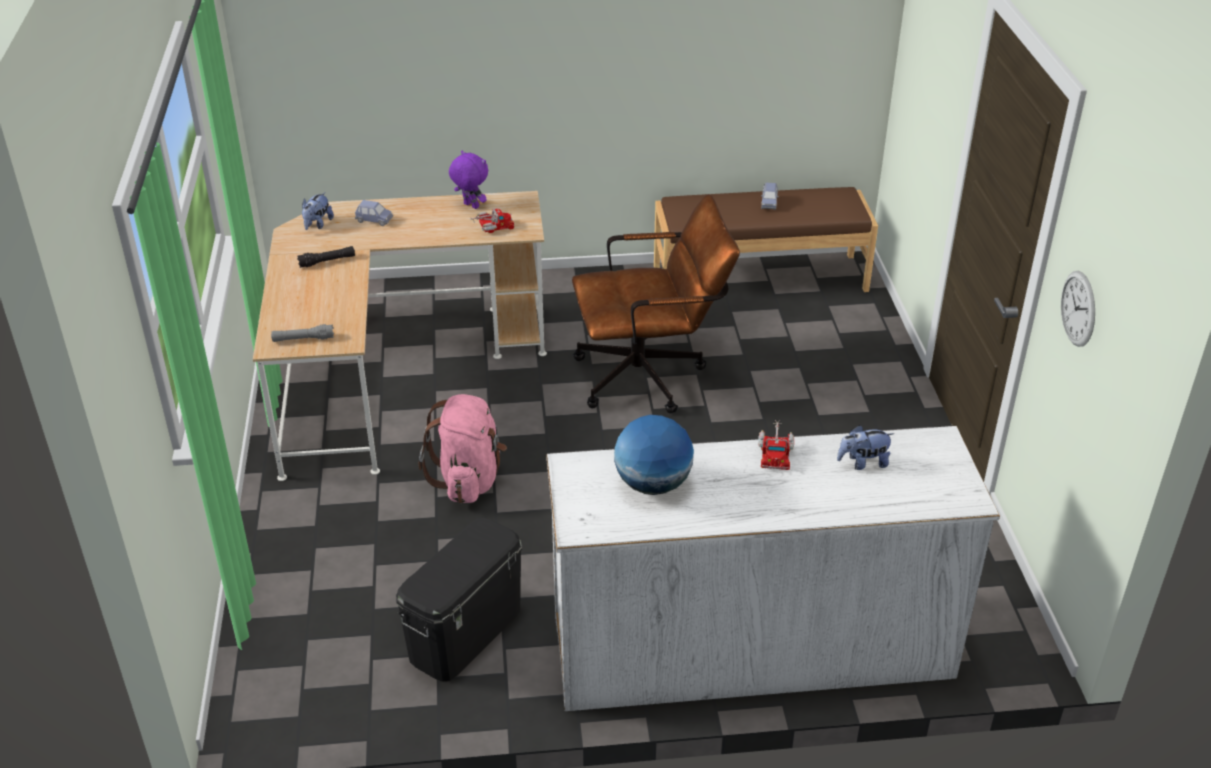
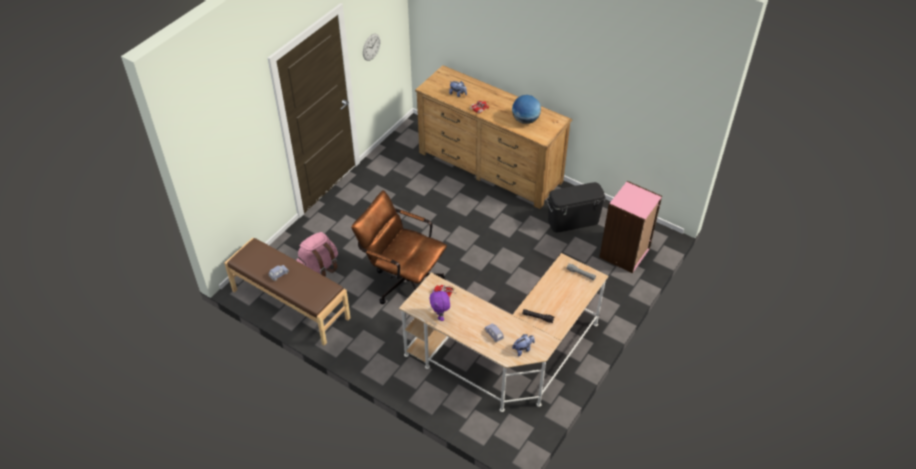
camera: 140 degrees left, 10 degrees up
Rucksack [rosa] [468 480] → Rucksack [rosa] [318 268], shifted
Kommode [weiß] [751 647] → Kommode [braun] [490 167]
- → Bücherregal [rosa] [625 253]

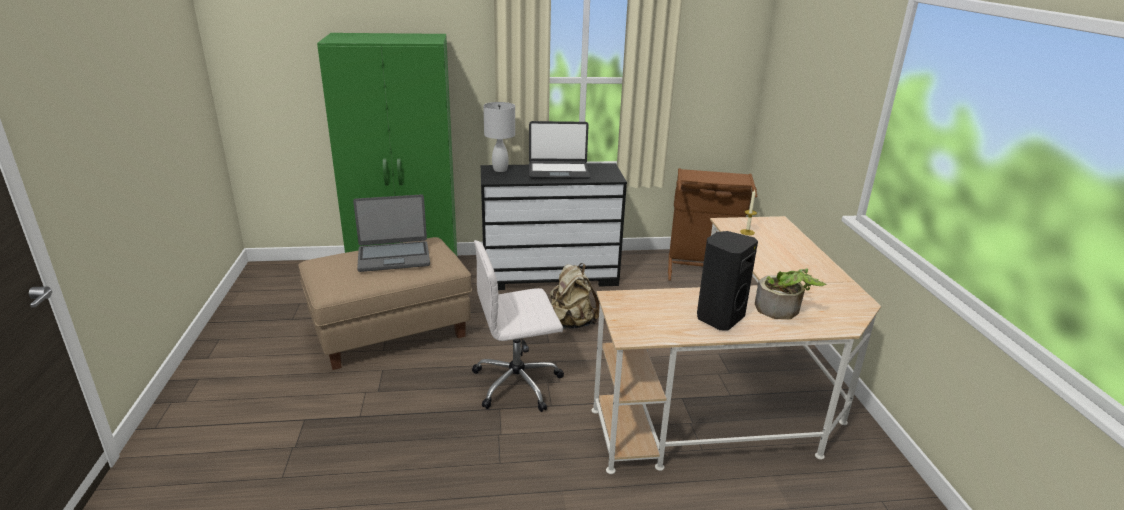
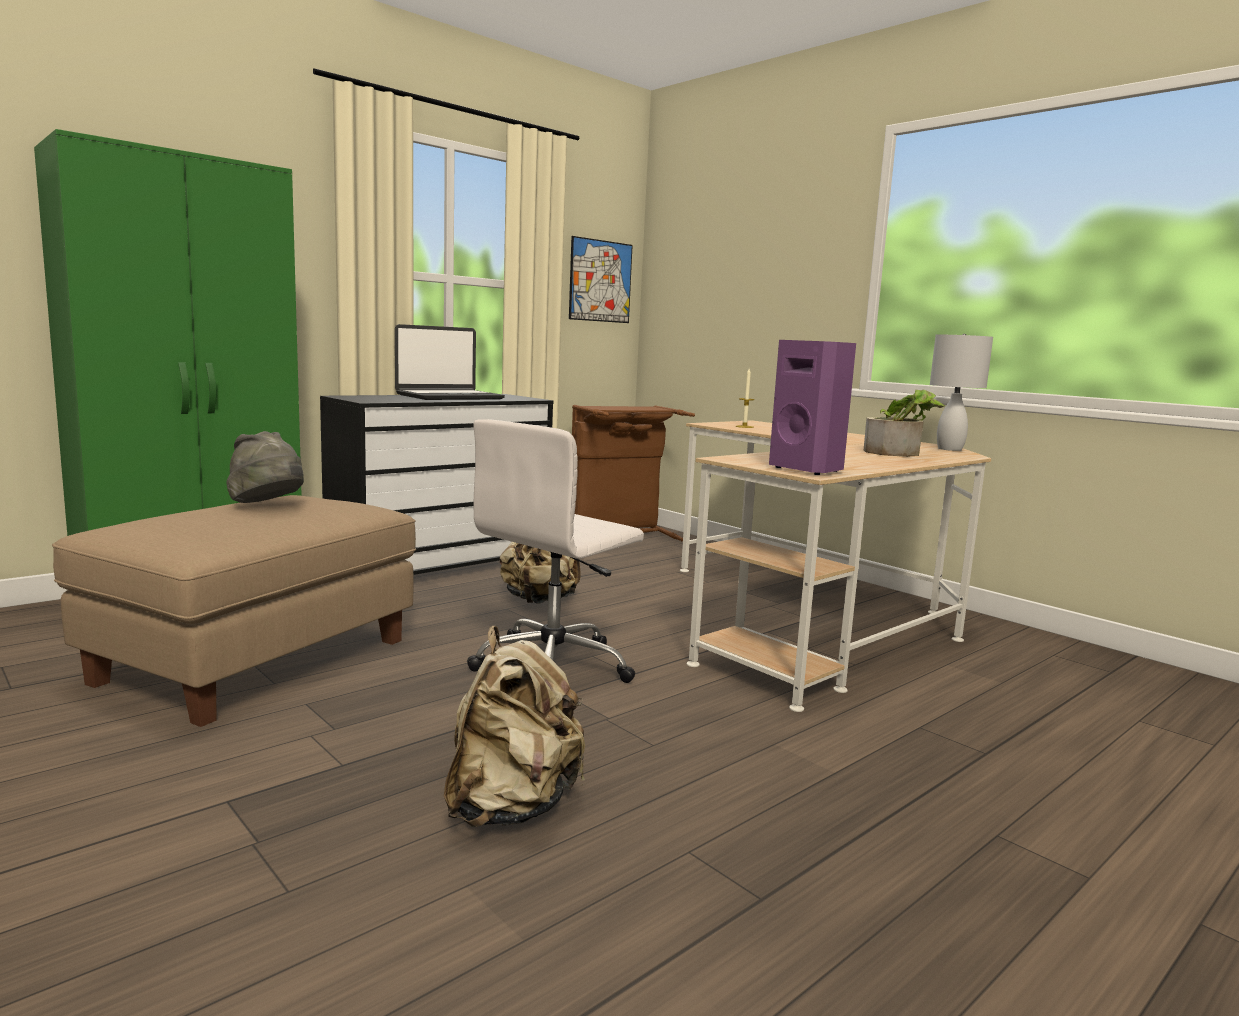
camera: 35 degrees left, 15 degrees down
Laptop [394 257] → Hut [grau] [268 506]
Tischlampe [weiß] [499 170] → Tischlampe [weiß] [949 449], shifted
Lautsprecher [schwarz] [718 317] → -
- → Rucksack [beige] [511 806]
- → Bild [600 281]
- → Lautsprecher [lila] [808 469]

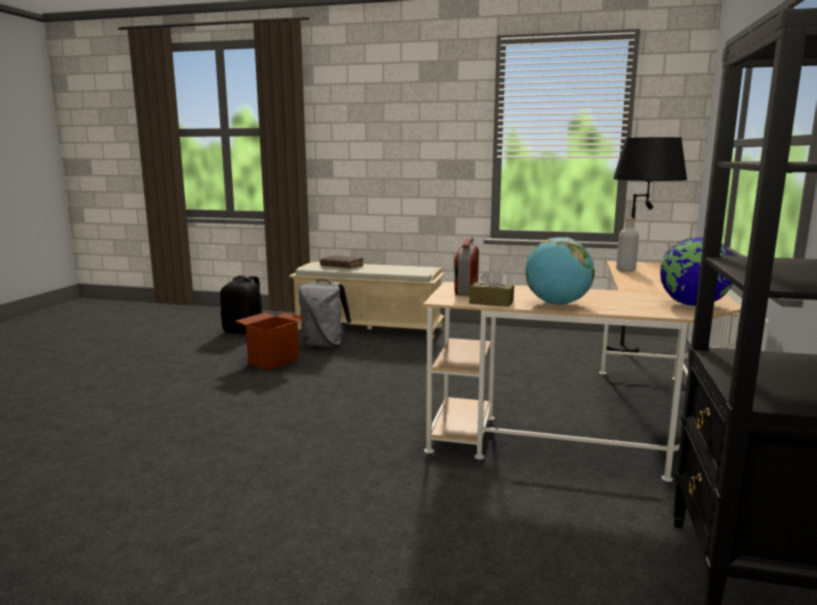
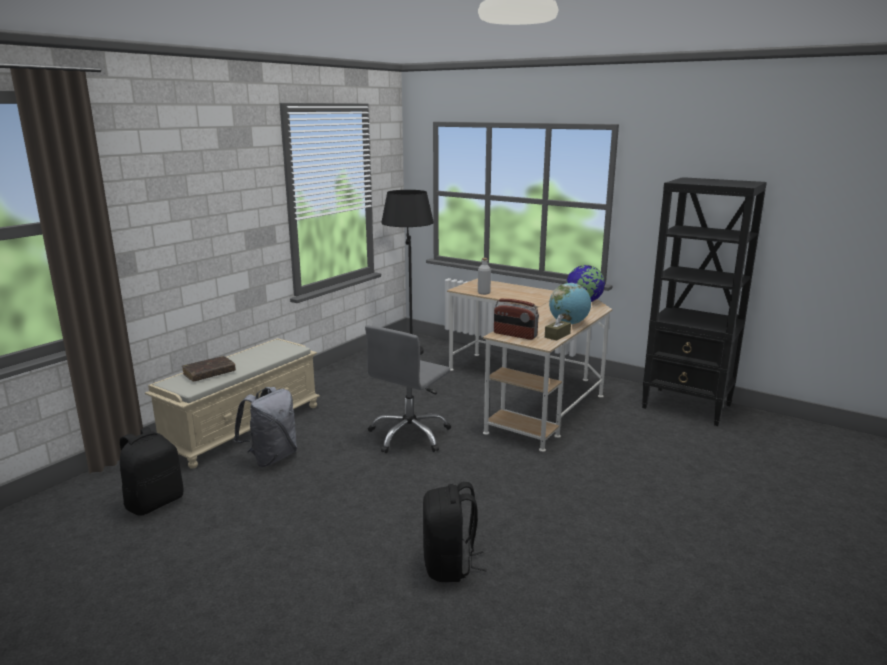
camera: 70 degrees left, 5 degrees up
Karton [274 361] → -
- → Bürostuhl [grau] [409 435]
- → Rucksack [schwarz] [449 565]

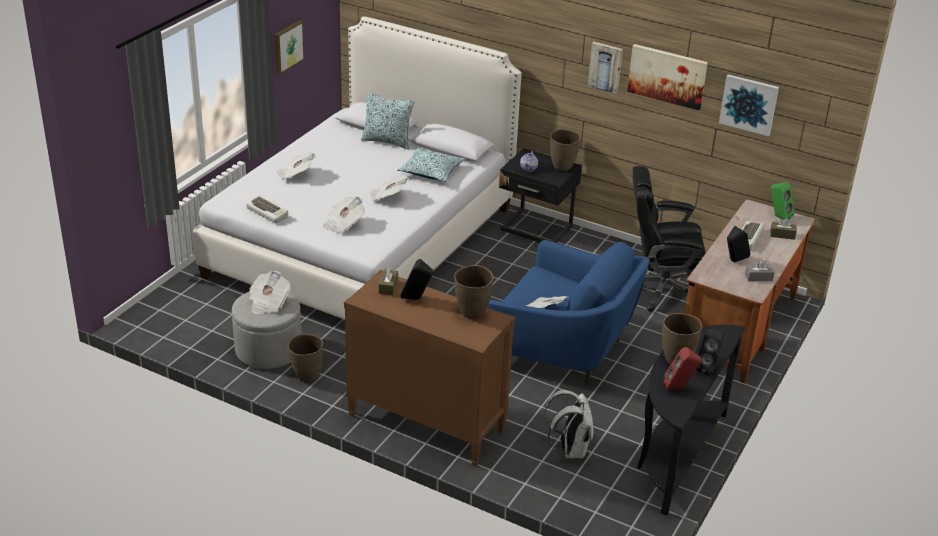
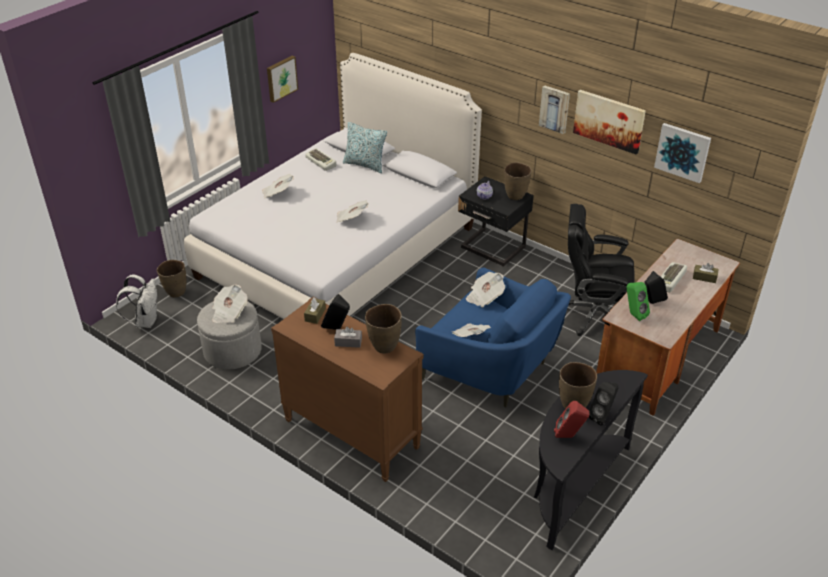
camera: 10 degrees right, 5 degrees up
Tastatur [268 212] → Tastatur [322 162], shifted
Vase [braun] [307 376] → Vase [braun] [176 292], shifted
Zeitung [343 224] → Zeitung [484 297], shifted
Kissen [431 171] → -
Rucksack [weiß] [570 449] → Rucksack [weiß] [145 321], shifted
Taschentuchbox [grau] [758 277] → Taschentuchbox [grau] [348 342], shifted
Lautsprecher [grün] [778 217] → Lautsprecher [grün] [633 314], shifted

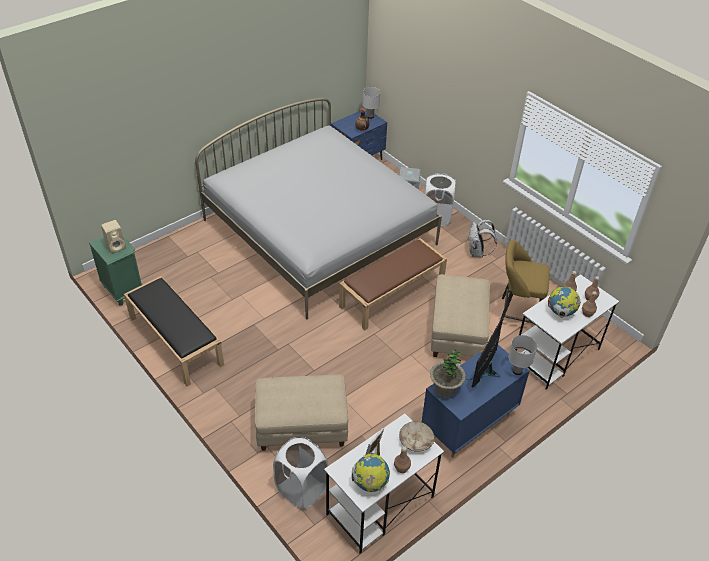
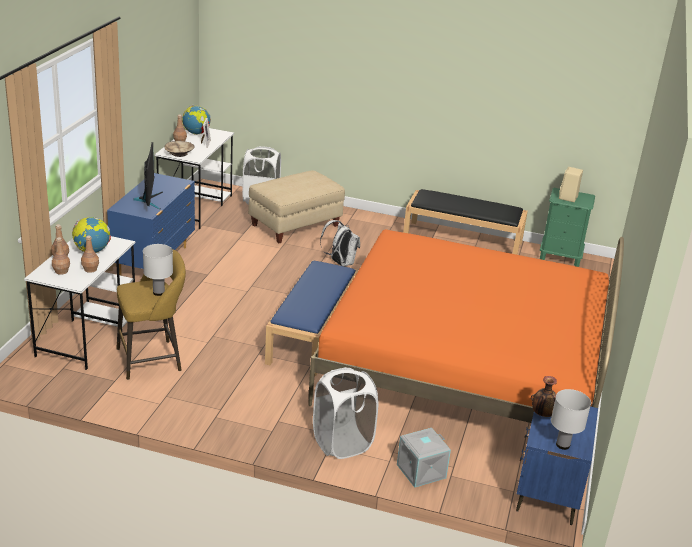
camera: 145 degrees right, 15 degrees down
Bett [weiß] [319 232] → Bett [orange] [465 367]
Bank [braun] [392 294] → Bank [blau] [313 333]
Topfpflanze [445 389] → -
Polsterhocker [beige] [458 332] → -
Rucksack [weiß] [477 253] → Rucksack [weiß] [340 263], shifted
Tischlampe [weiß] [517 371] → Tischlampe [weiß] [158 292], shifted

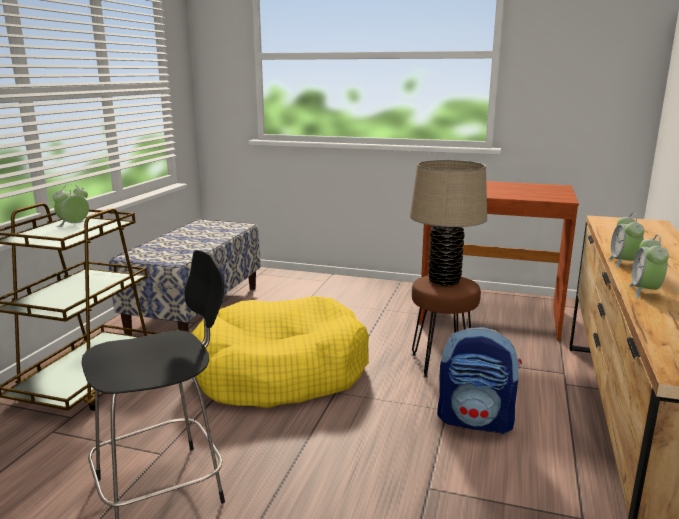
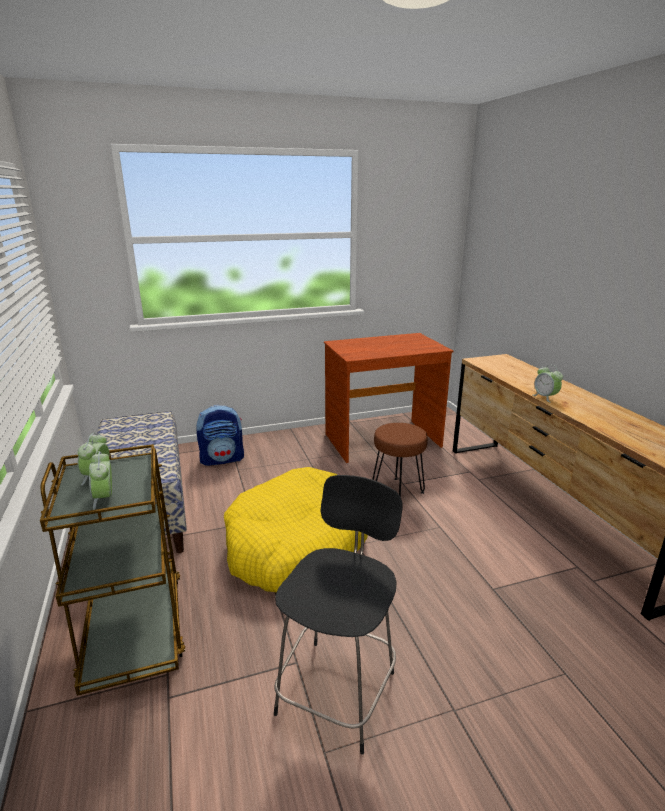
camera: 35 degrees left, 5 degrees up
Tischlampe [beige] [444 280] → -
Rucksack [476 420] → Rucksack [222 459], shifted
Wecker [645 291] → Wecker [104 498], shifted

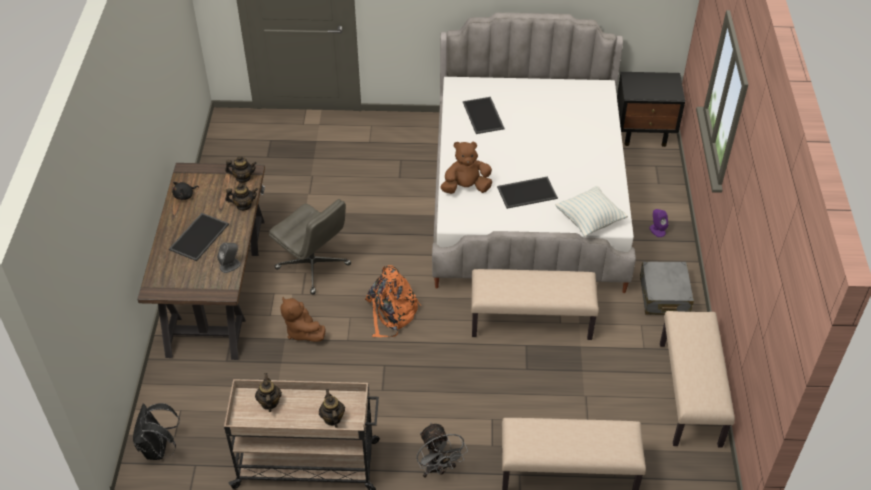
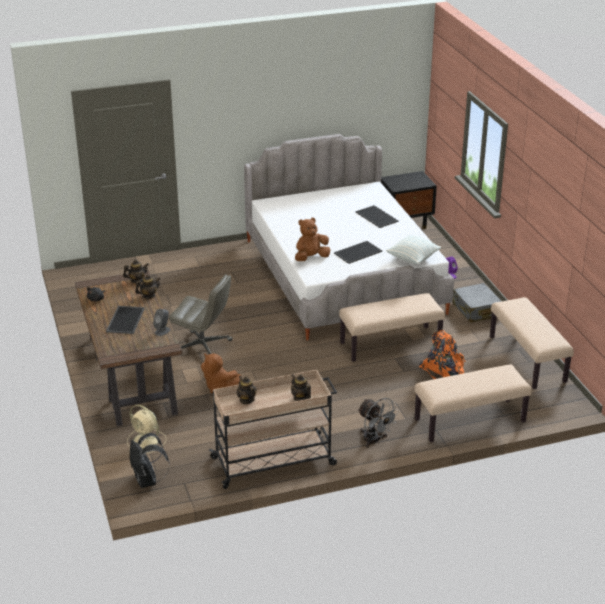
camera: 20 degrees left, 15 degrees down
Rucksack [orange] [391 313] → Rucksack [orange] [444 373], shifted
Tablett [484 116] → Tablett [377 217], shifted
- → Ventilator [beige] [146 441]

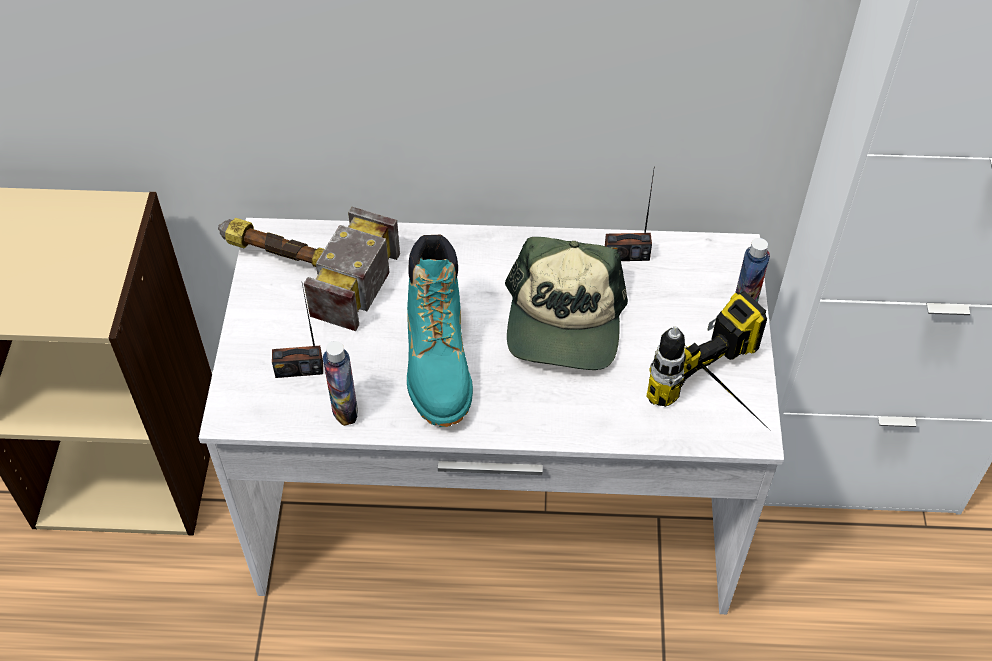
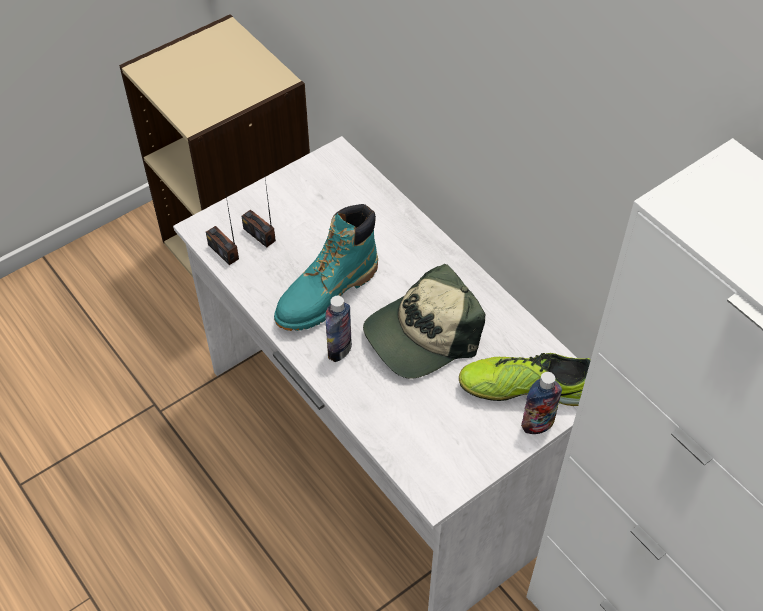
camera: 50 degrees right, 0 degrees up
Hammer [299 267] → -
Flasche [345 409] → Flasche [339 350], shifted
Radio [626 255] → Radio [223 251], shifted
Bohrmaschine [727 403] → -
- → Schuh [525 388]

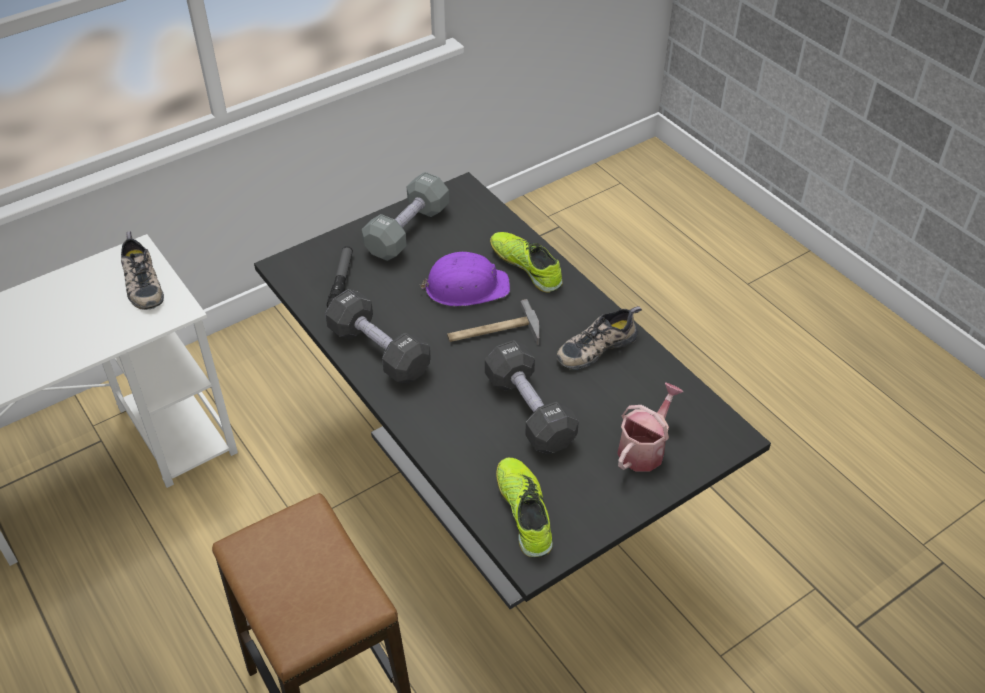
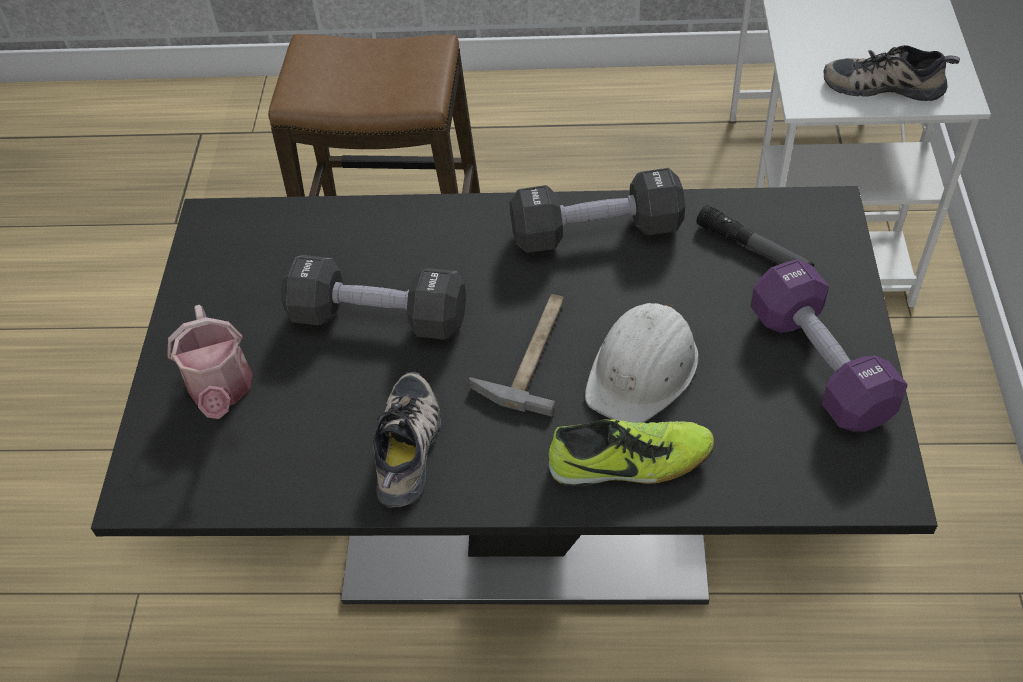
camera: 130 degrees right, 5 degrees up
Hantel [grau] [407 231] → Hantel [lila] [819 364]
Schutzhelm [lila] [466 287] → Schutzhelm [weiß] [643 370]
Schuh [524 511] → -

